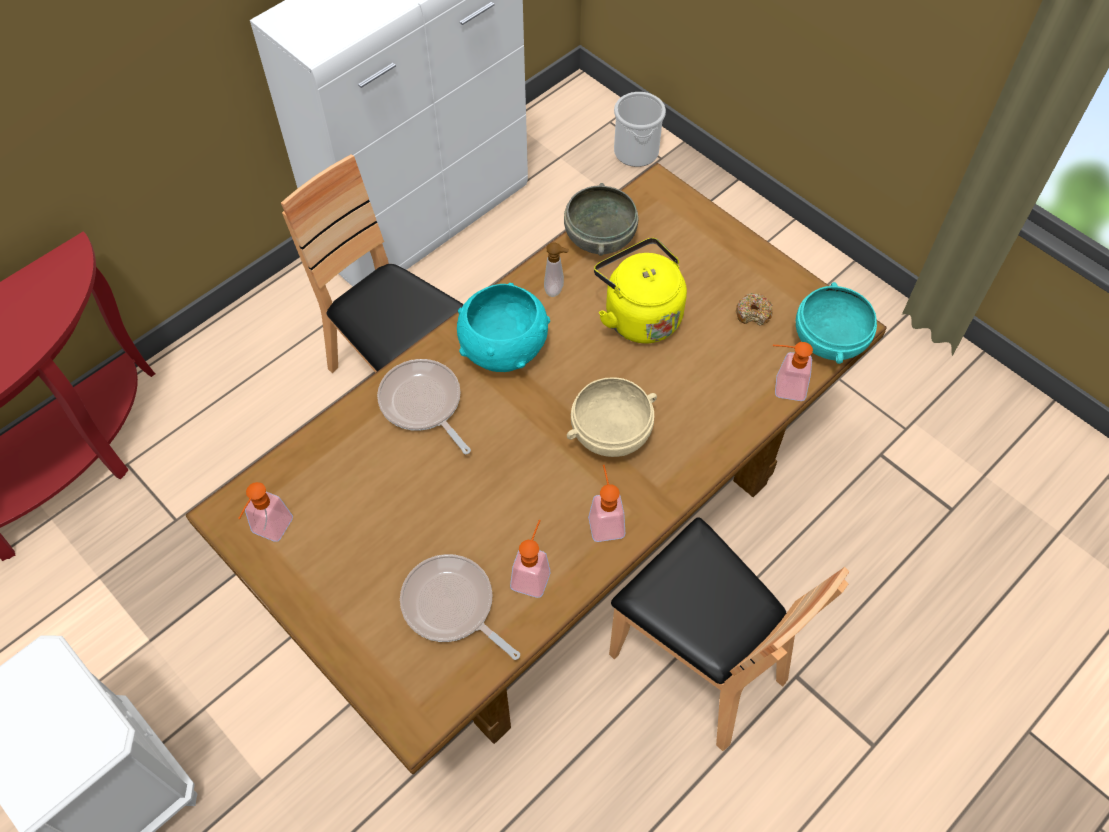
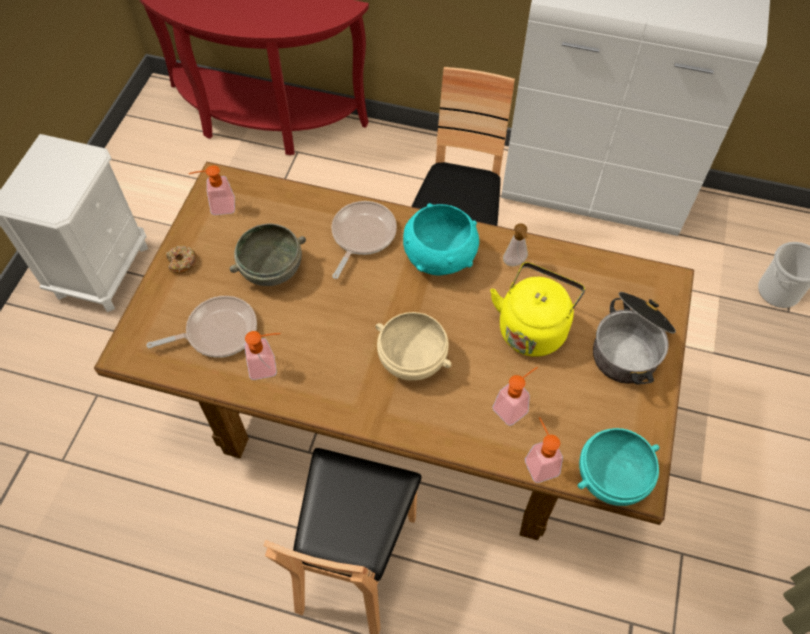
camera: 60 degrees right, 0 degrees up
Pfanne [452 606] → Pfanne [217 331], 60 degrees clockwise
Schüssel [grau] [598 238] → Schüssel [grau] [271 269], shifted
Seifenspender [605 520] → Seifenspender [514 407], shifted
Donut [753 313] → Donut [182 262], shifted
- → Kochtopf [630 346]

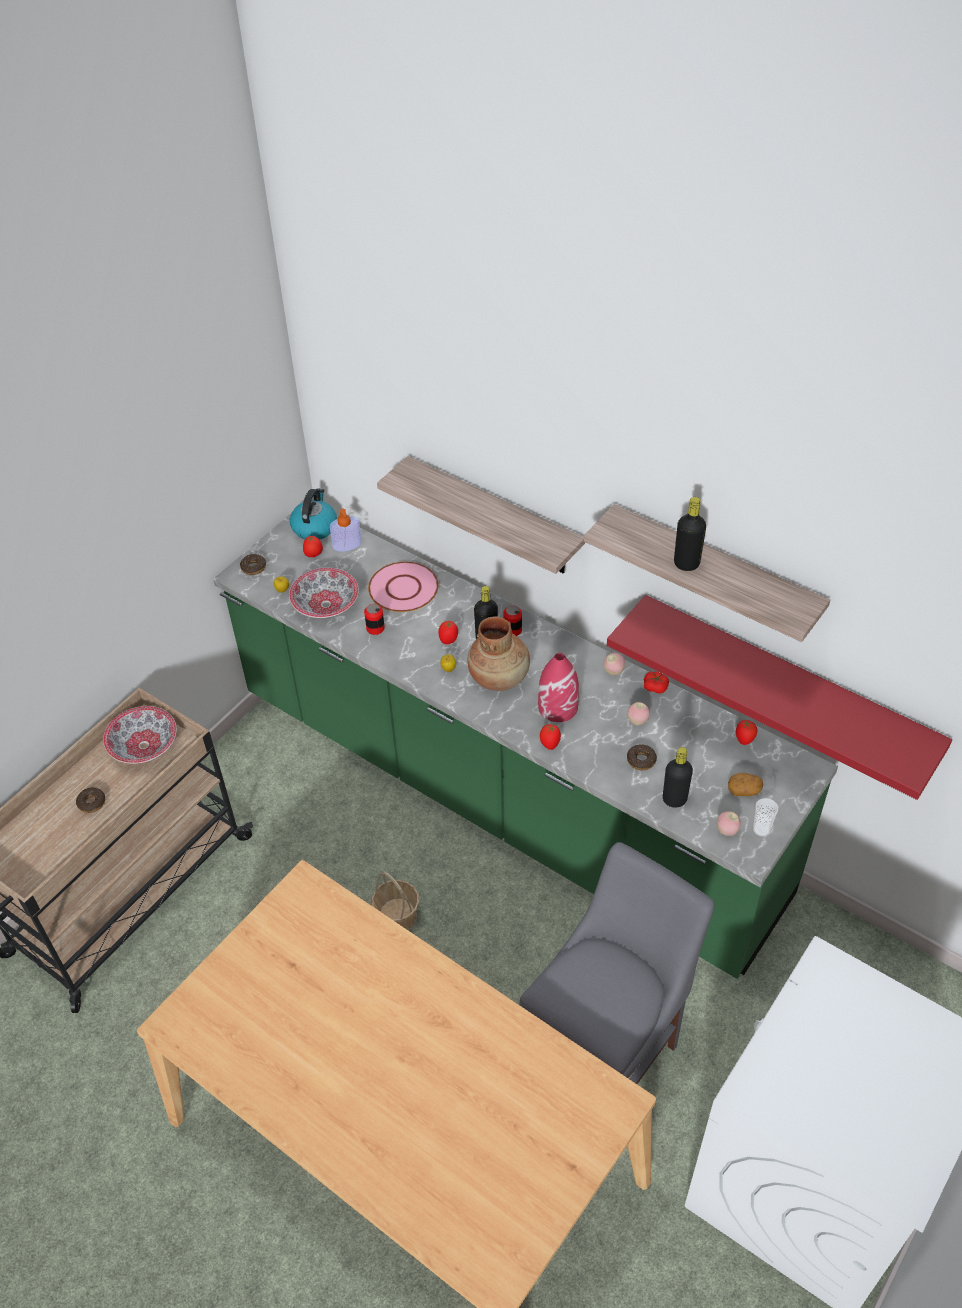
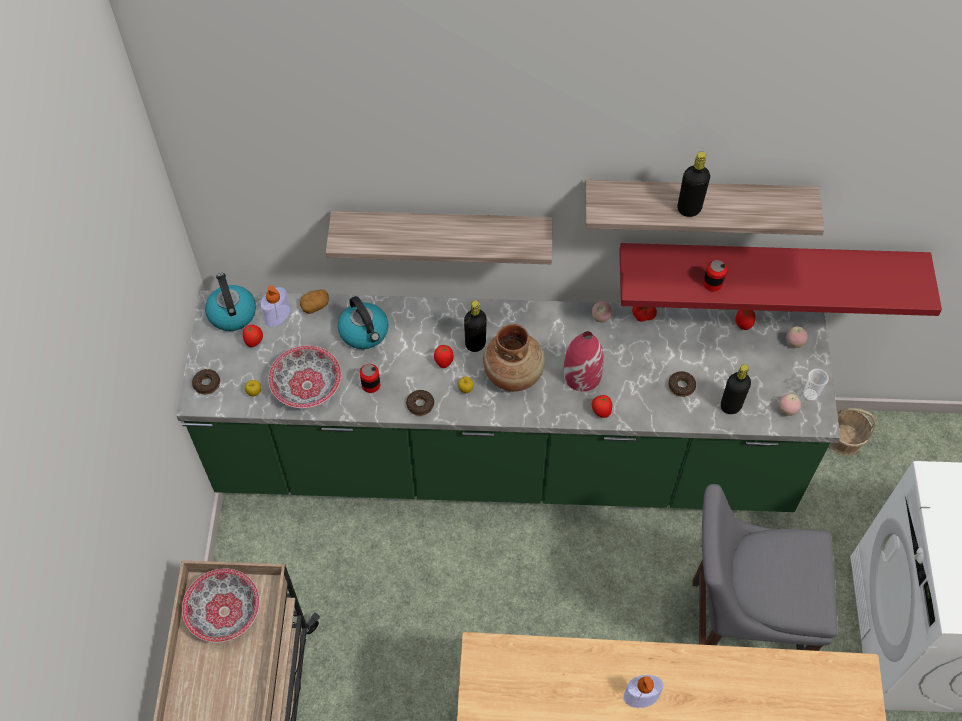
camera: 35 degrees left, 10 degrees up
Donut [91 802] → Donut [420 405], shifted
Teller [rosa] [404 588] → Wasserkessel [365 332]
Korb [397 916] → Korb [843 440], shifted
Dose [512 630] → Dose [712 284], shifted
Stuhl [grau] [607 1051] → Stuhl [grau] [735 626], 90 degrees counterclockwise
Apfel [637 721] → Apfel [794 343], shifted
Kartoffel [744 790] → Kartoffel [315 305], shifted
- → Seifenspender [641 696]

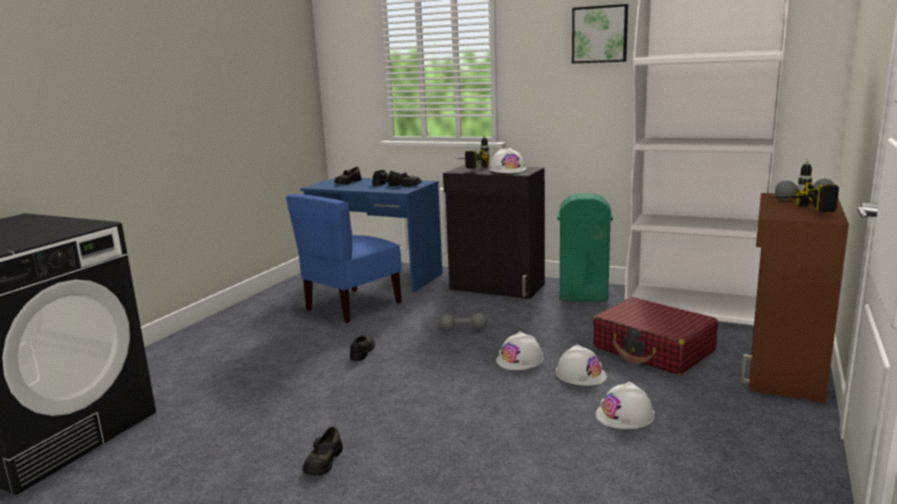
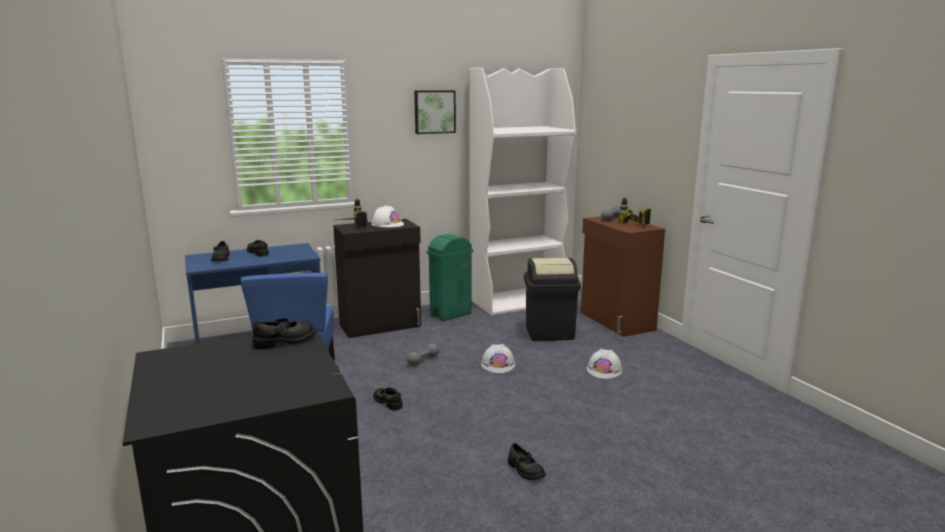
camera: 50 degrees left, 0 degrees up
Schuh [schwarz] [404 185] → Schuh [schwarz] [285 341], shifted
Schutzhelm [weiß] [580 374] → -
Koffer [rot] [653 350] → Mülleimer [schwarz] [549 332]

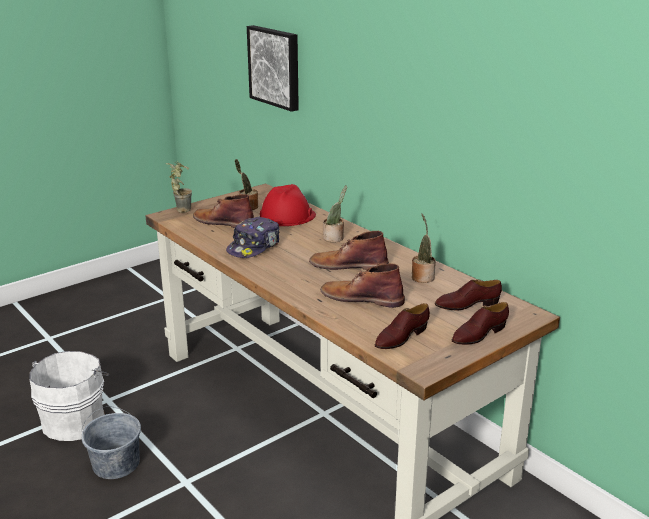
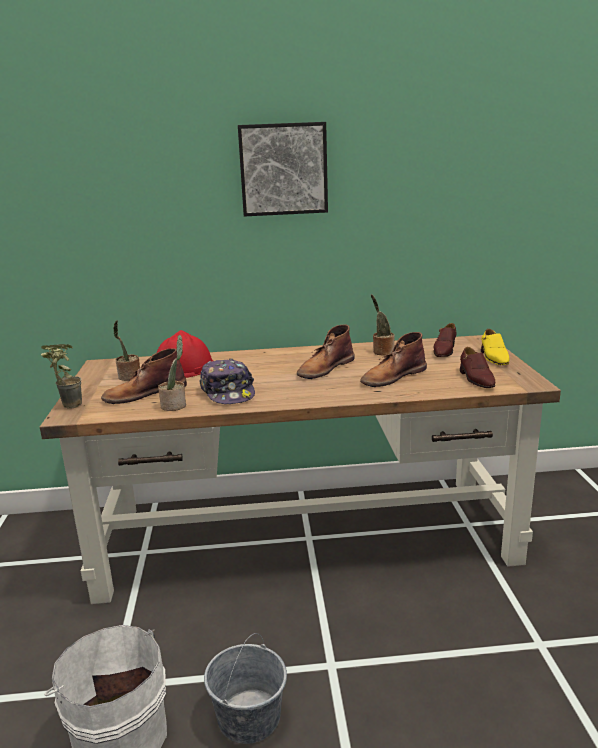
camera: 55 degrees left, 5 degrees down
Bild [275 67] → Bild [283 169], shifted
Topfpflanze [334 238] → Topfpflanze [175 405], shifted
Schuh [braun] [478 334] → Schuh [gelb] [493 358]

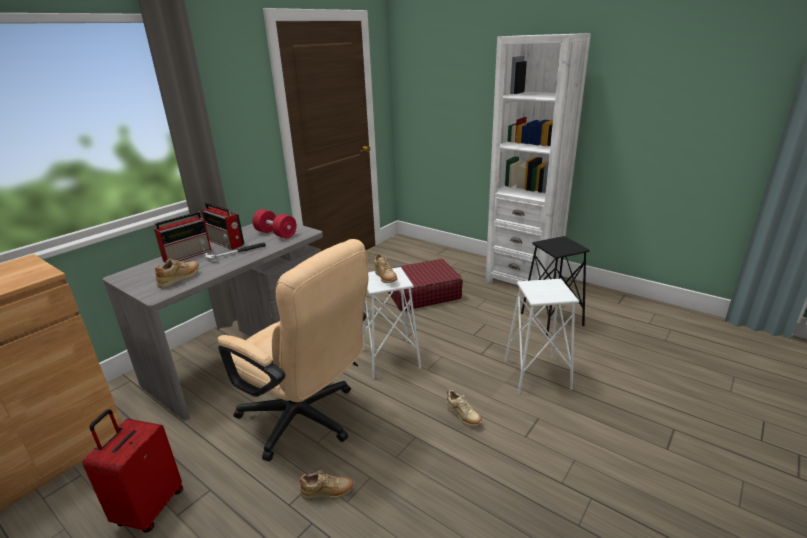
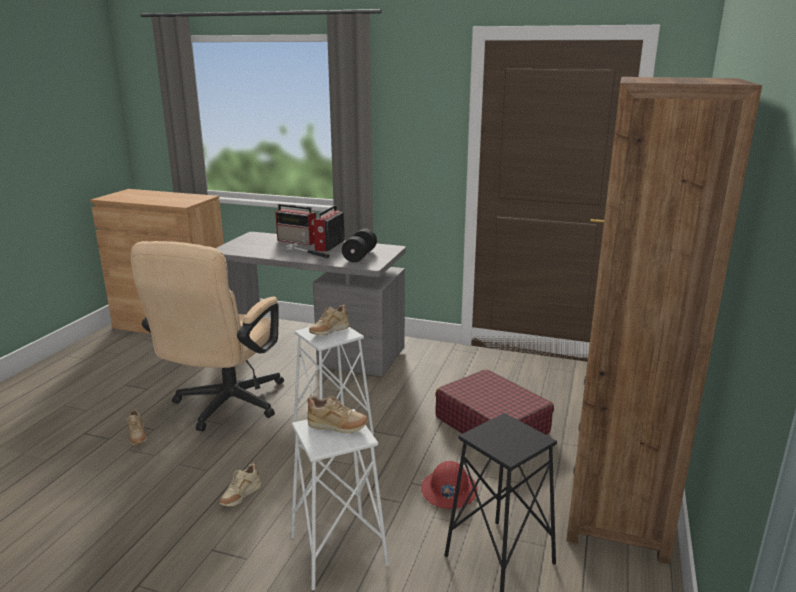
camera: 70 degrees right, 5 degrees down
Koffer [rot] [149 508] → -
Schuh [beige] [180 279] → Schuh [beige] [337 427], shifted
Hantel [rot] [276 234] → Hantel [schwarz] [360 256]
Bücherregal [weiß] [523 279] → Bücherregal [braun] [618 515]
- → Schutzhelm [rot] [448 490]

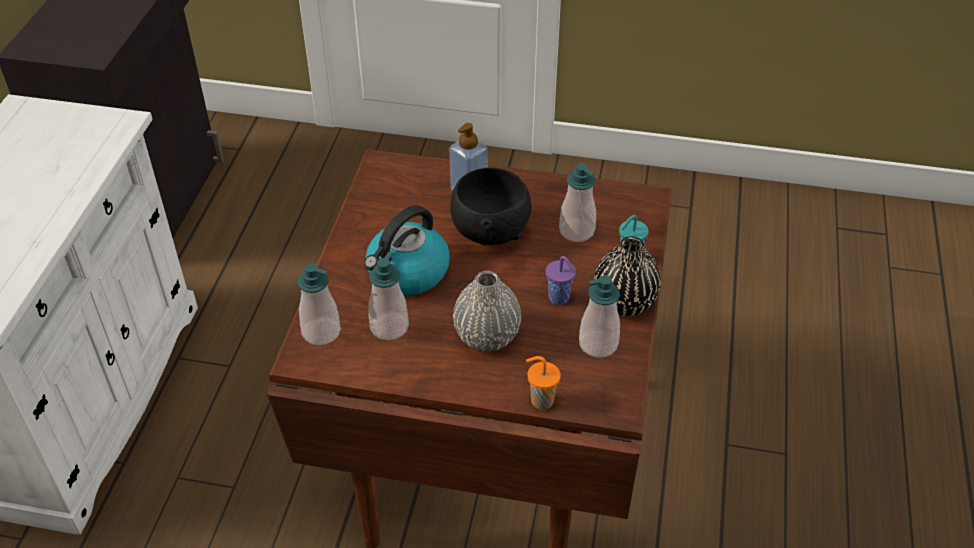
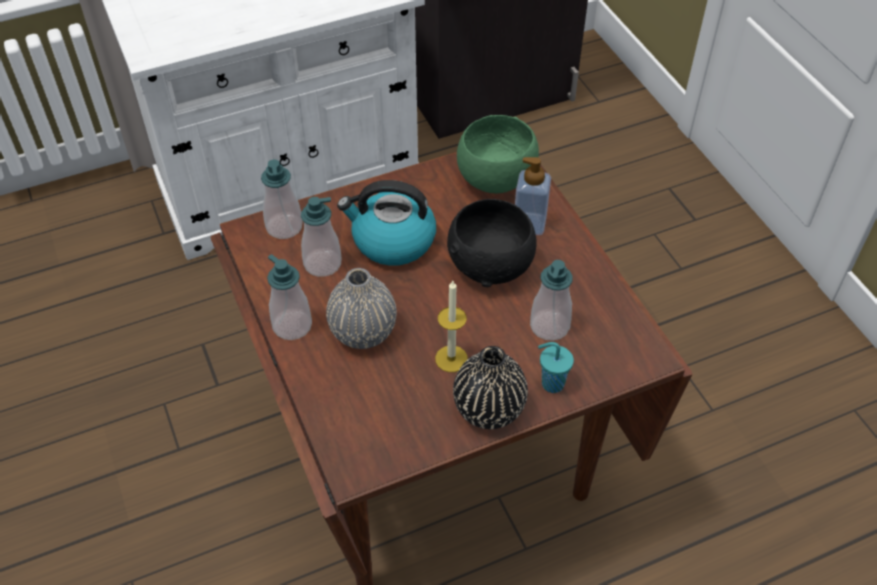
camera: 55 degrees right, 5 degrees up
Tasse [orange] [540 400] → -
Tasse [lila] [560 299] → Kerze [451 359]
Seifenspender [598 344] → Seifenspender [292 325], shifted
- → Schüssel [grün] [495 180]

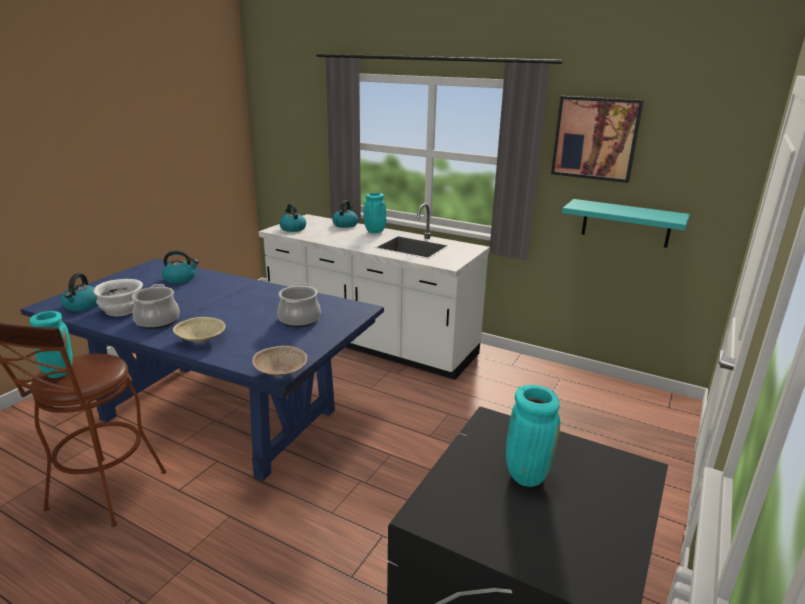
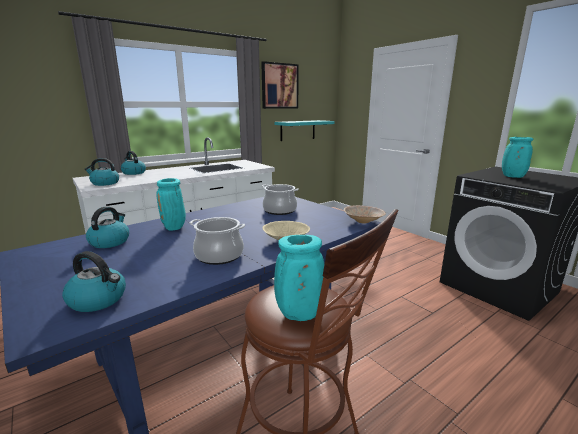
camera: 65 degrees left, 5 degrees down
Schüssel [weiß] [123 310] → -
Vase [türkis] [374 232] → Vase [türkis] [174 228], shifted

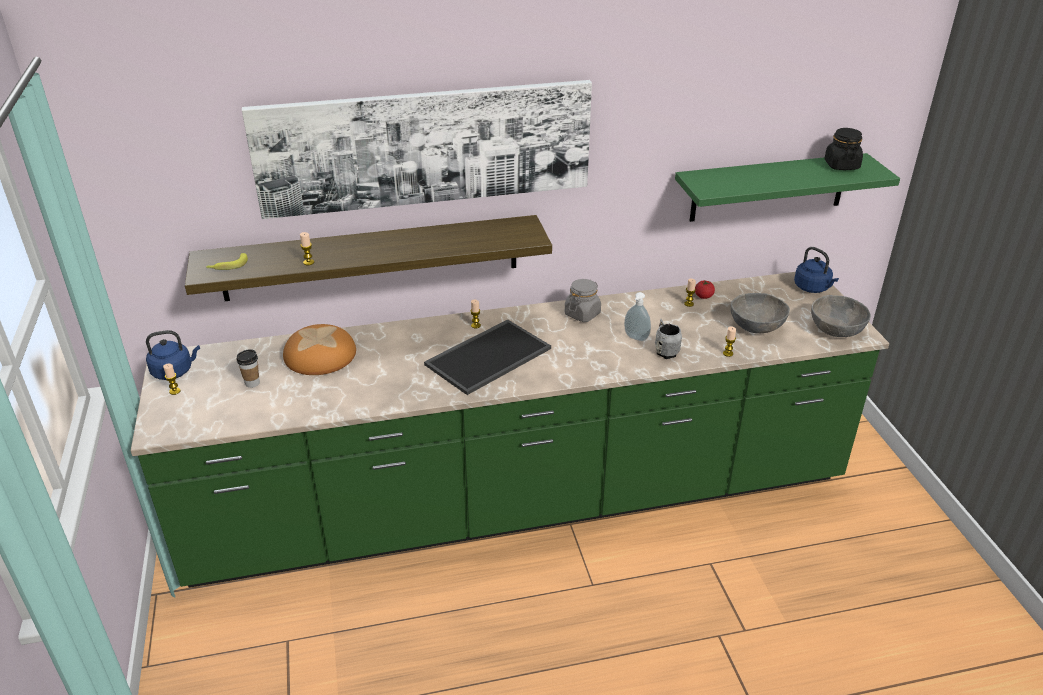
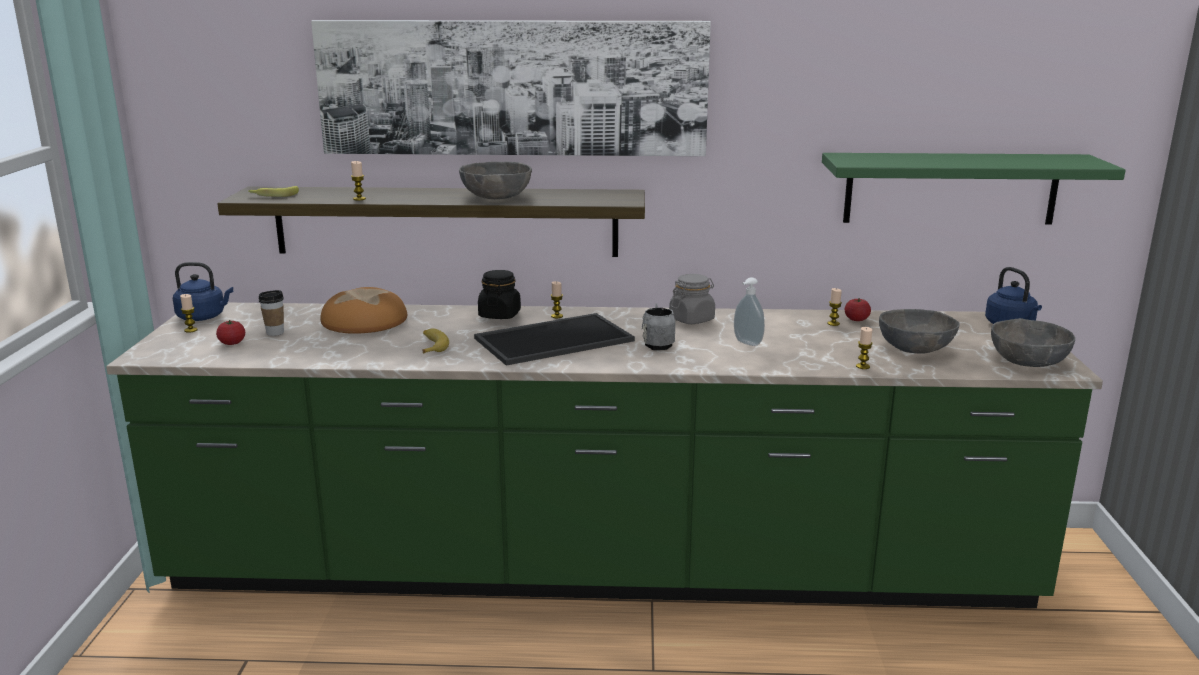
camera: 15 degrees right, 15 degrees down
Henkelbecher [grau] [665 350] → Henkelbecher [grau] [658 344], shifted
Vorratsglas [schwarz] [841 165] → Vorratsglas [schwarz] [499 315], shifted
- → Tomate [232 343]
- → Banane [432 346]
- → Schüssel [grau] [495 197]

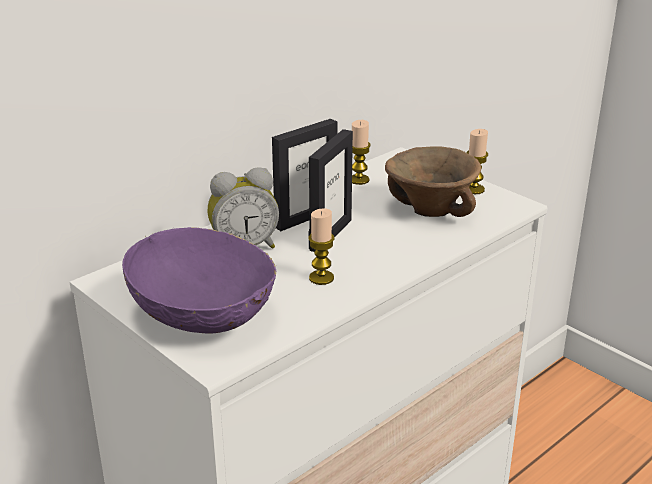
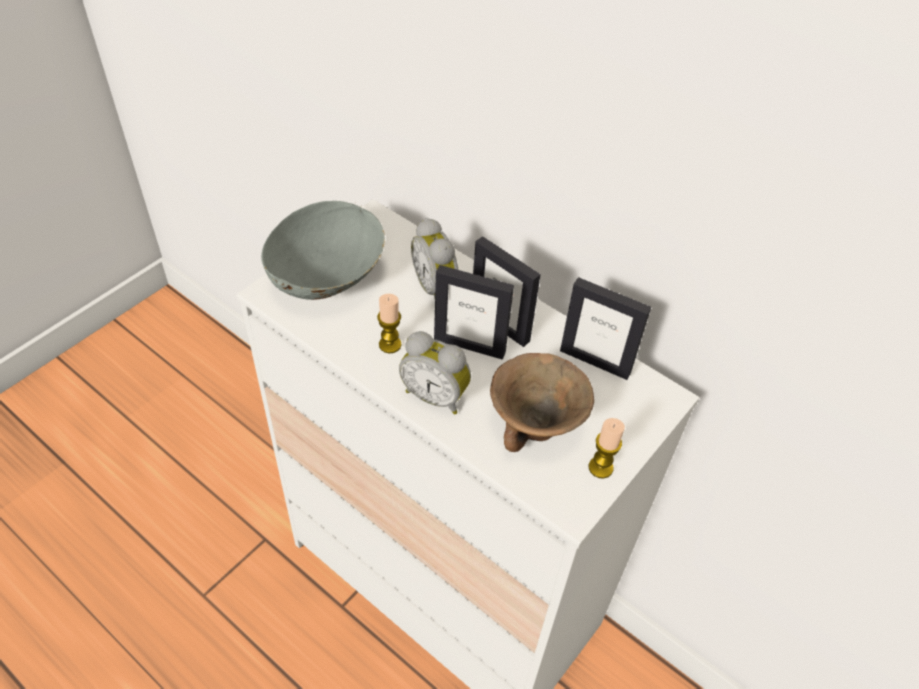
camera: 80 degrees right, 20 degrees up
Schüssel [lila] [205 316] → Schüssel [grau] [327 278]
Kerze [359 180] → Bilderrahmen [595 361]
- → Wecker [436 395]

